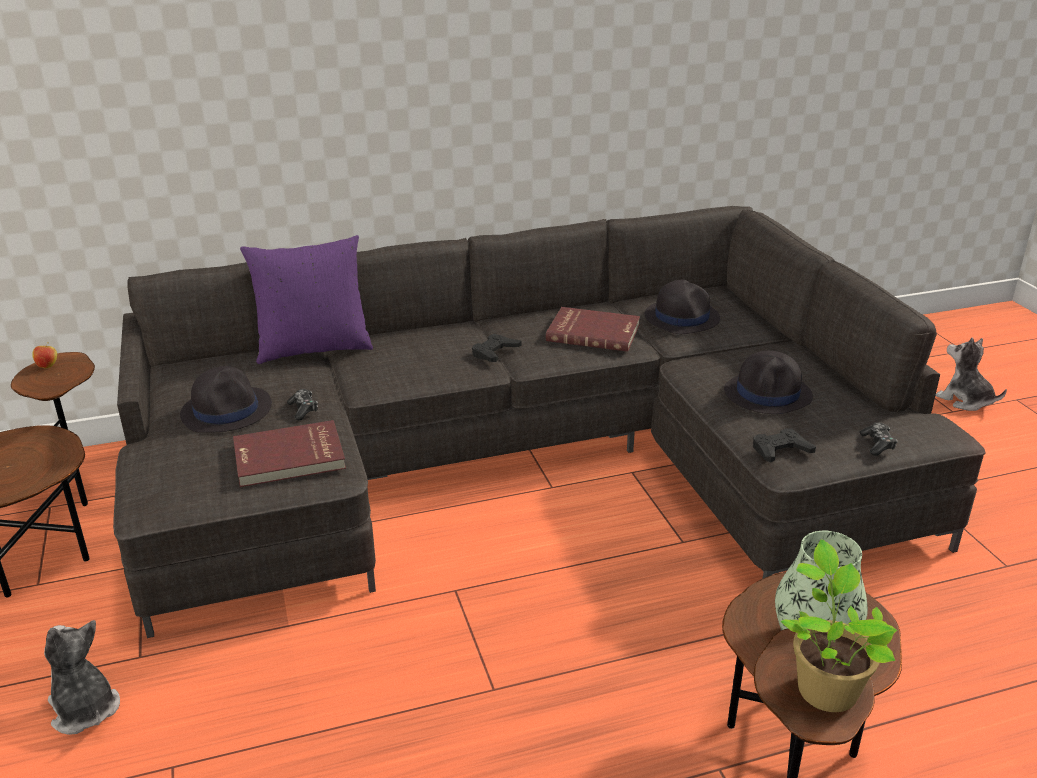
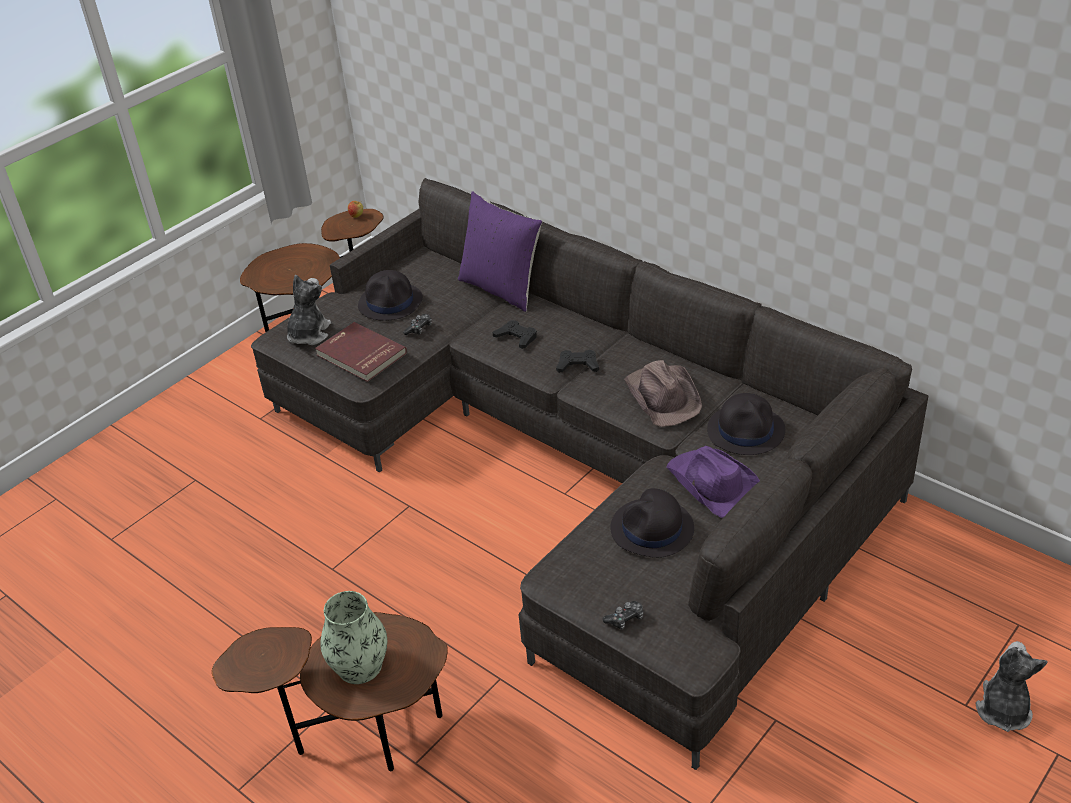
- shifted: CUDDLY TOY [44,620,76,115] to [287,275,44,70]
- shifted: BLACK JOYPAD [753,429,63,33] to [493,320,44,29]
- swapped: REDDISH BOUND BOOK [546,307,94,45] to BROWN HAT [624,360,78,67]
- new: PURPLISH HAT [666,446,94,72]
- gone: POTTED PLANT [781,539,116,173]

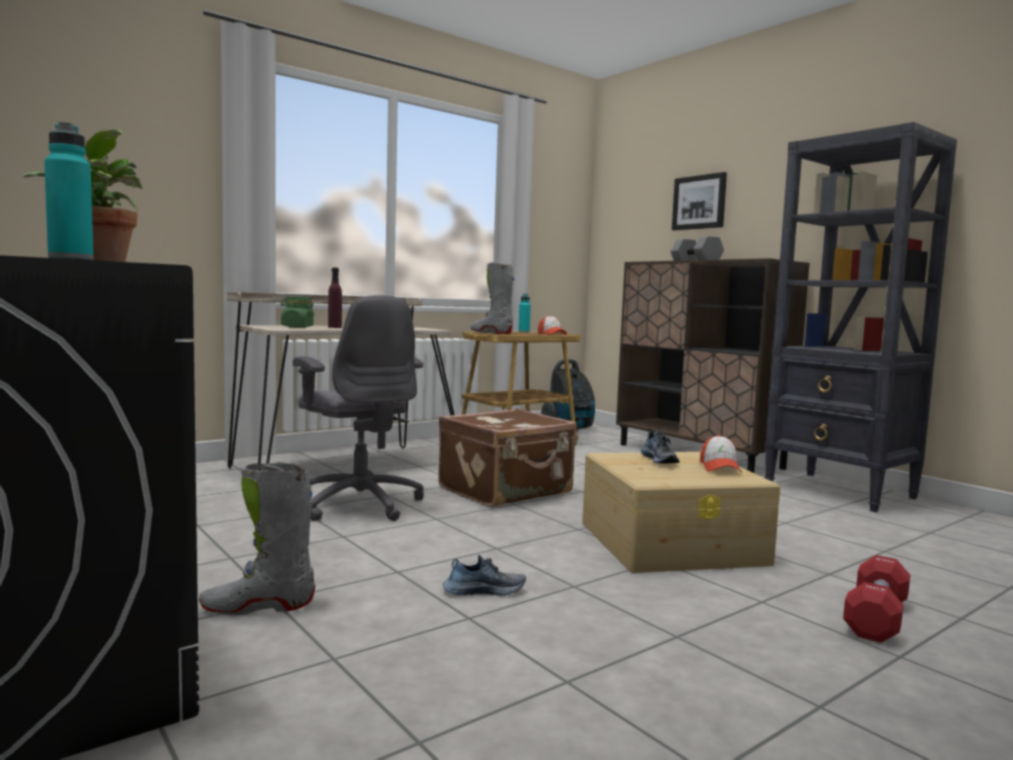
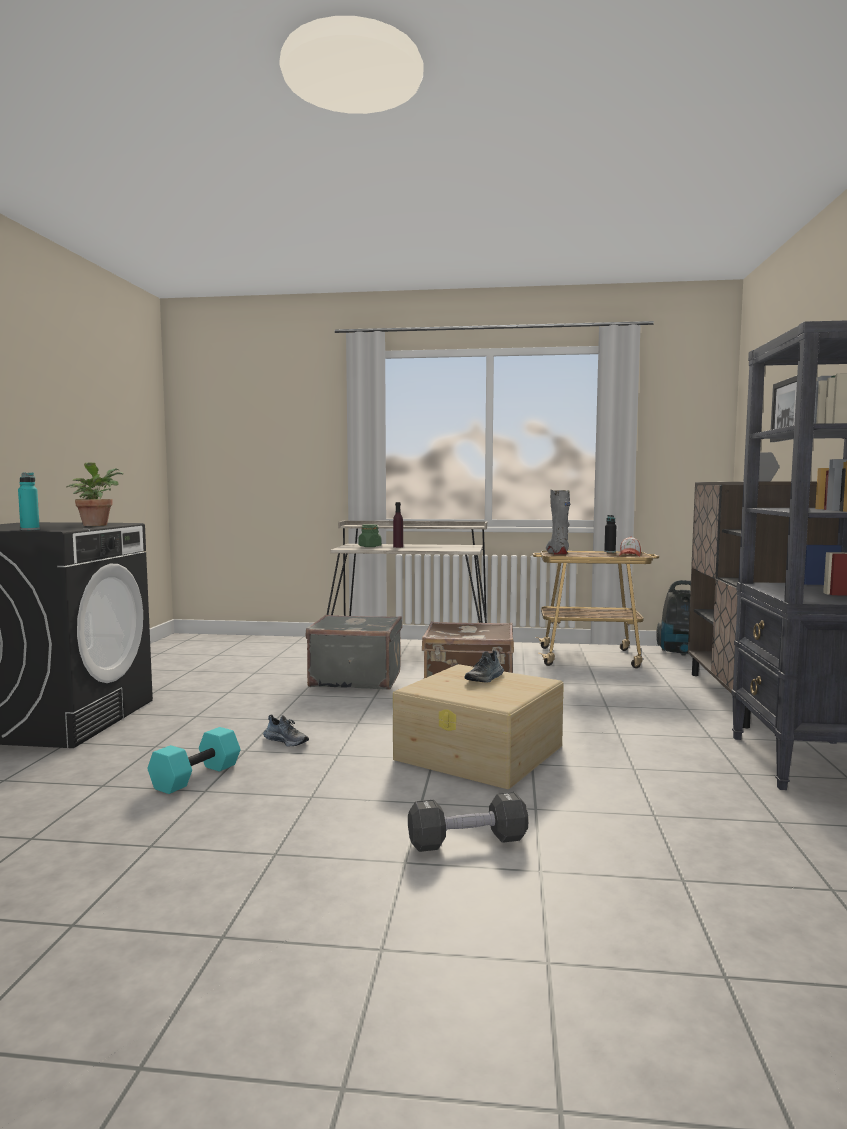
- new: BLUE-GREEN FREE WEIGHT [147,727,94,67]
- swapped: GREY COMPUTER CHAIR [293,295,131,226] to GREY PIECE OF LUGGAGE [305,615,97,75]
- repainted: REDDISH FREE WEIGHT [843,555,67,88] to BLACK FREE WEIGHT [408,792,121,60]
- repainted: BLUE-GREEN DRINK BOTTLE [518,293,13,39] to BLACK DRINK BOTTLE [604,515,12,38]
- gone: GREY TALL BOOT [199,462,116,153]
- gone: PEAKED CAP [700,435,42,38]

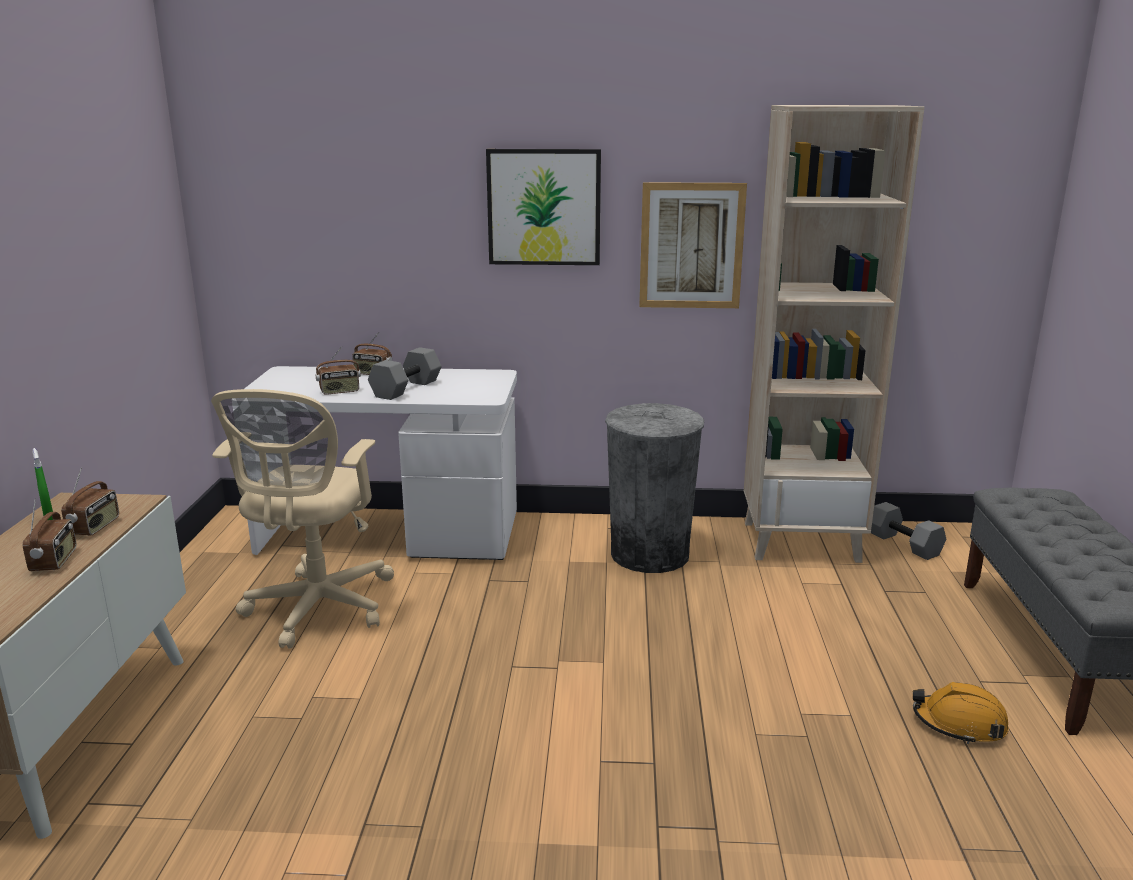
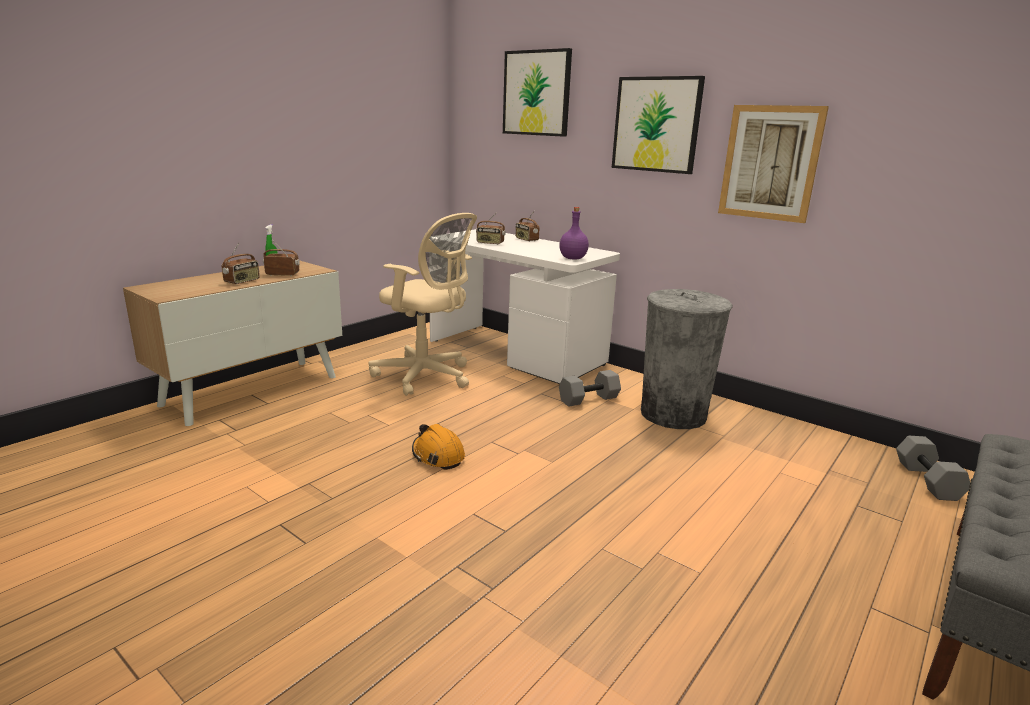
- rotated: RADIO [61,468,58,68] = [263,240,37,36] 135 degrees counterclockwise
- rotated: BEIGE-COLOURED COMPUTER CHAIR [211,389,183,260] = [369,213,108,183] 105 degrees counterclockwise
- shifted: ORANGE HARD HAT [913,682,96,62] to [412,424,53,46]
- new: WALL ART [503,48,69,89]
- new: PURPLISH DRINK BOTTLE [559,207,30,53]
- shifted: GREY FREE WEIGHT [368,347,73,53] to [559,370,62,37]
- gone: BEIGE-COLOURED BOOKCASE [744,105,181,458]

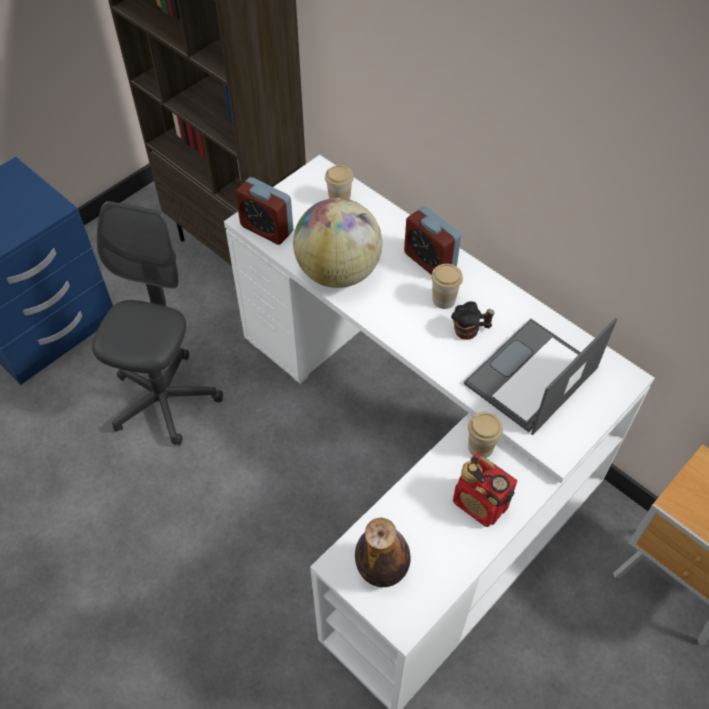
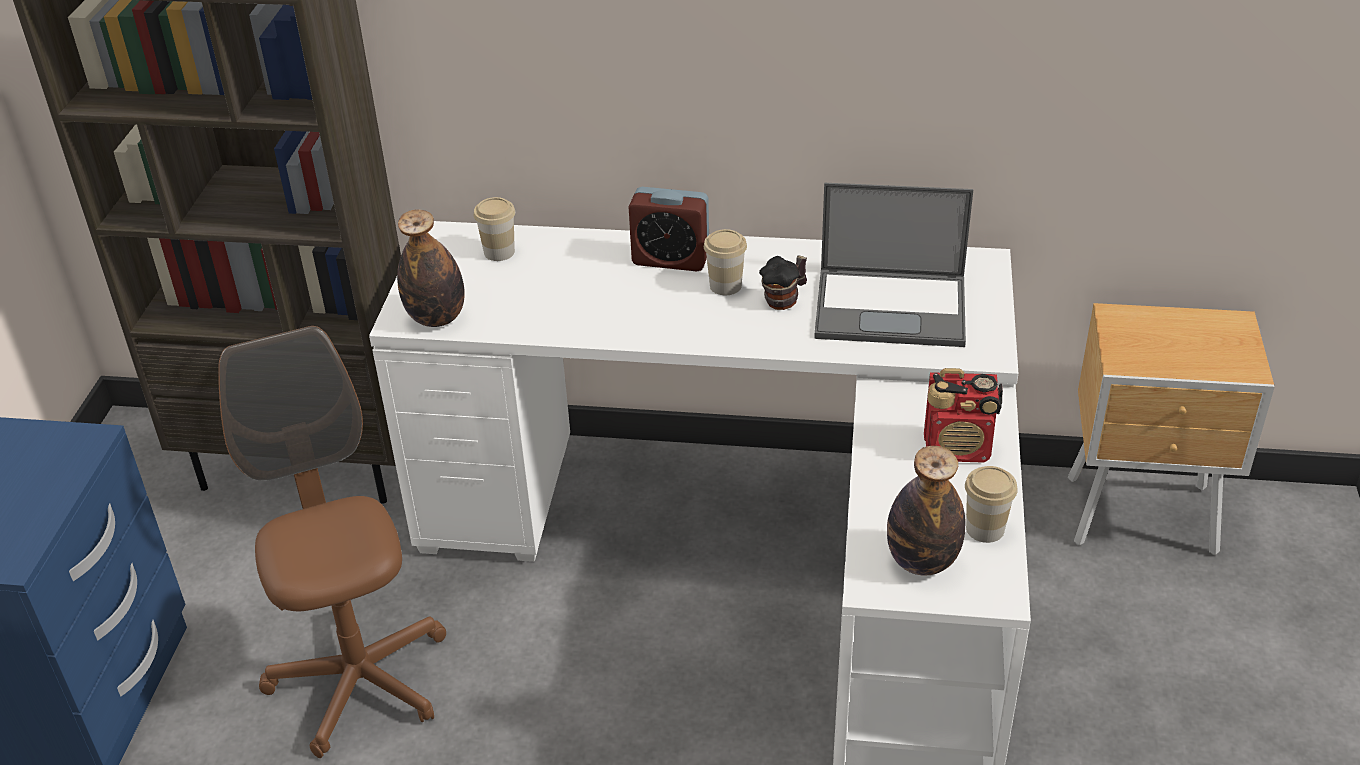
- repainted: GREY COMPUTER CHAIR [92,201,131,244] to BROWN COMPUTER CHAIR [219,326,227,432]
- swapped: TABLE CLOCK [235,177,58,68] to DRINK BOTTLE [397,209,68,118]
- rotated: PORTABLE COMPUTER [464,318,153,117] = [814,183,159,164] 90 degrees counterclockwise
- shifted: CUP [468,412,35,46] to [965,466,53,77]
- gone: GLOBE [293,198,89,90]

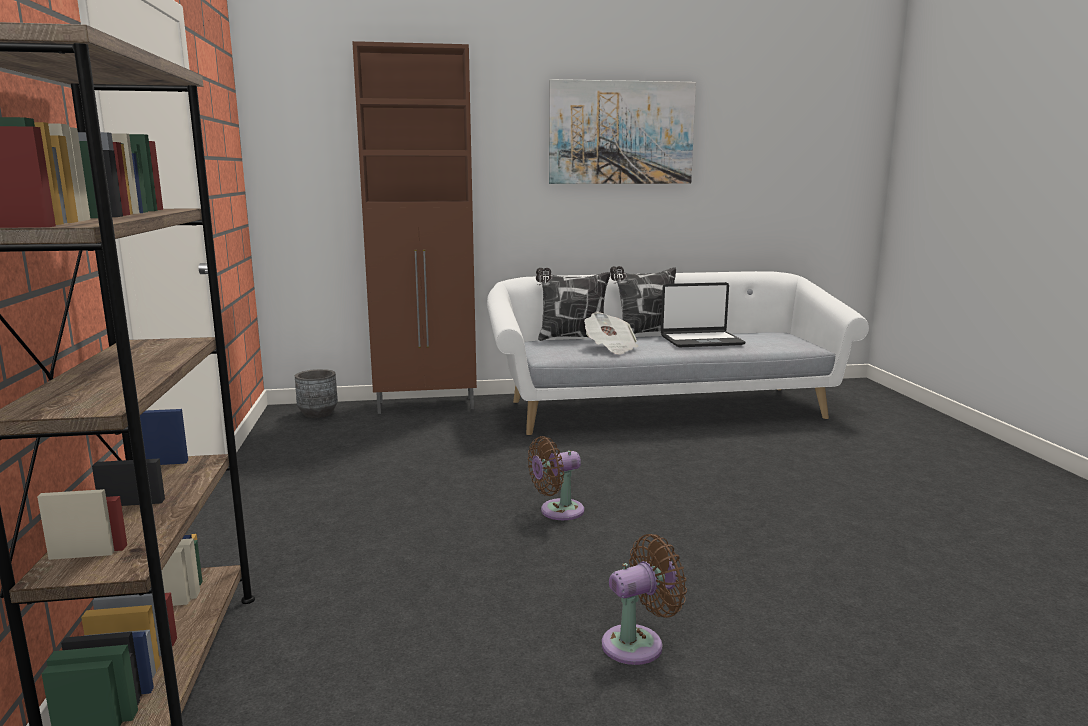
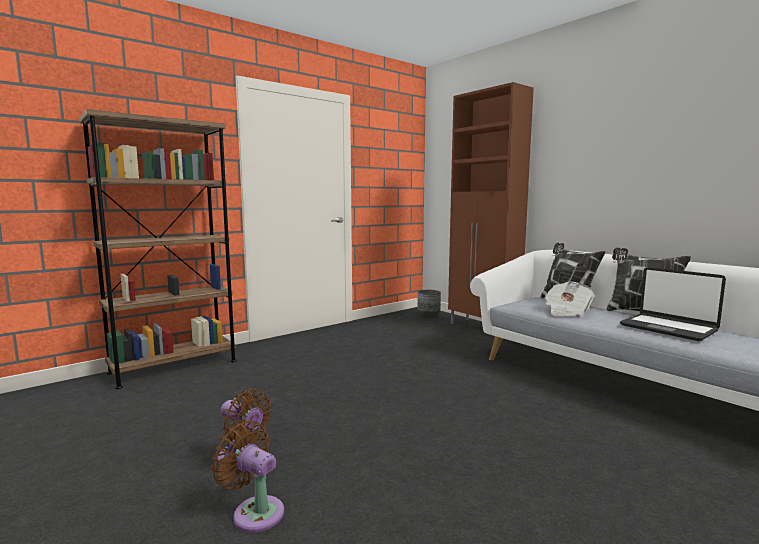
- shifted: BROWN COOLING FAN [528,436,56,84] to [211,421,73,112]
- gone: WALL ART [549,79,147,105]

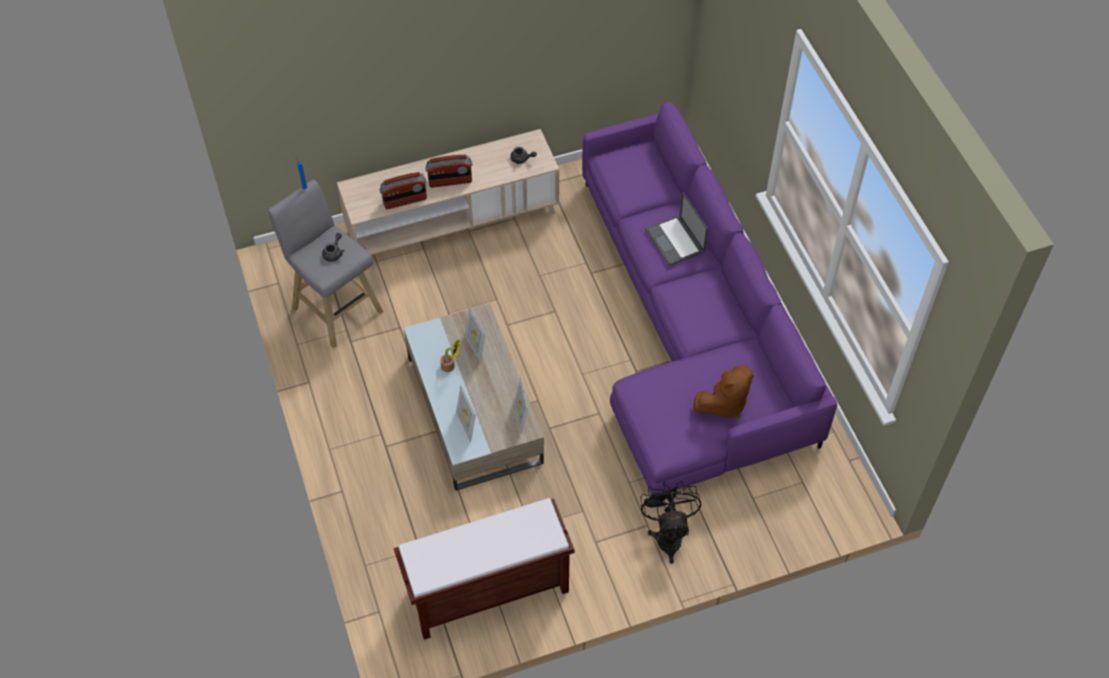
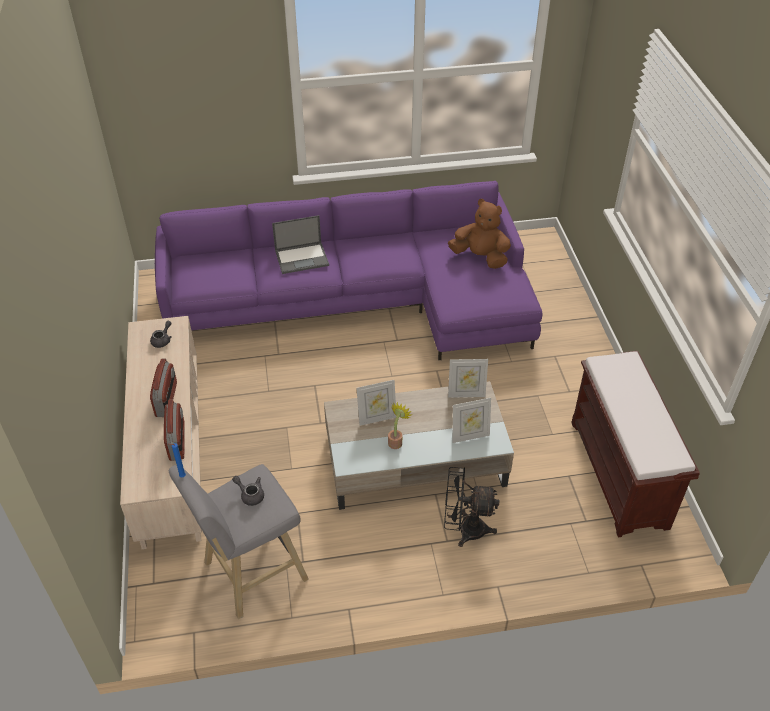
- shifted: BLACK COOLING FAN [640,481,61,83] to [444,467,55,80]
- rotated: BROWN CUDDLY TOY [693,365,61,54] = [448,199,63,70] 45 degrees counterclockwise

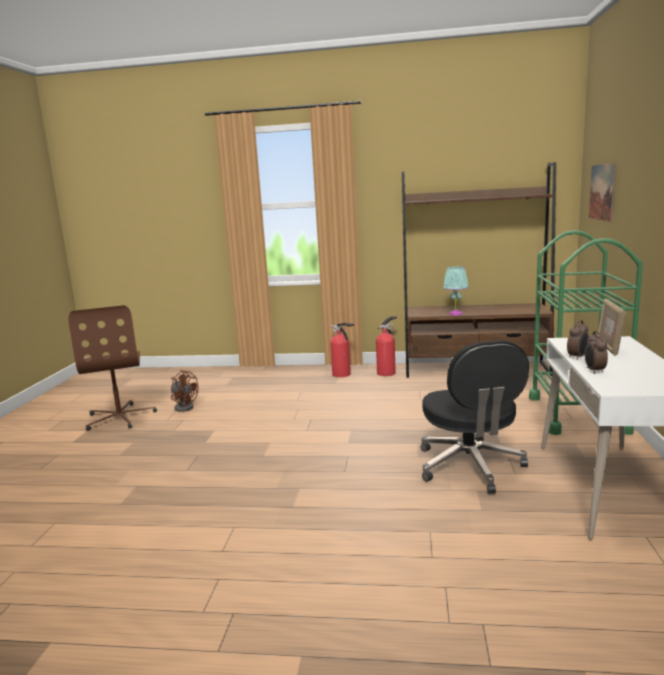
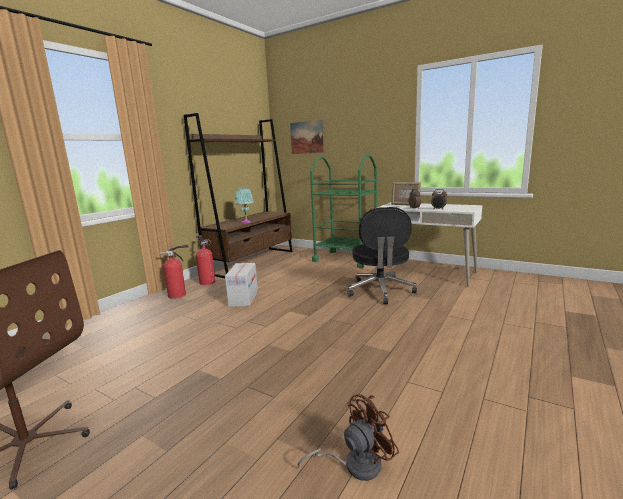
- new: PACKING BOX [225,263,33,44]
- shifted: BROWN COOLING FAN [171,370,27,42] to [298,394,102,87]
- rotated: BLACK COMPUTER CHAIR [421,340,108,154] = [347,207,70,97] 75 degrees clockwise

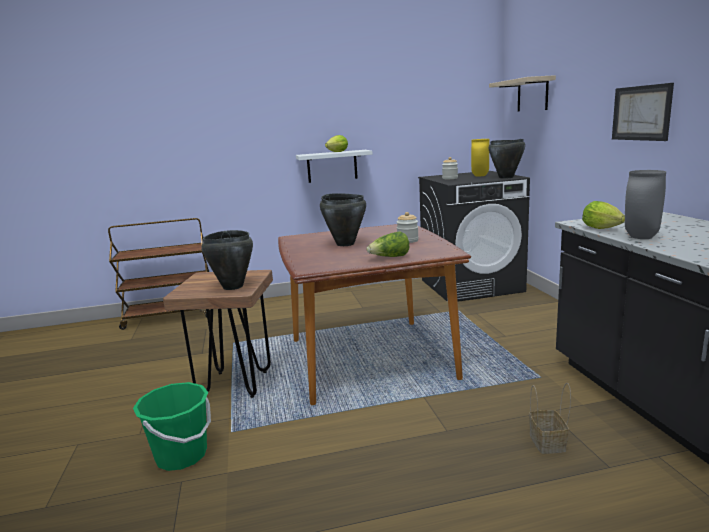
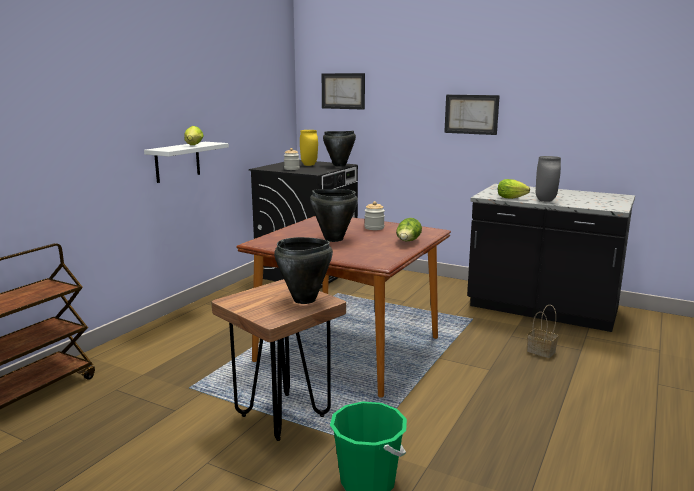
- swapped: BEIGE-COLOURED SHELF [489,75,67,37] to WALL ART [322,73,43,37]

